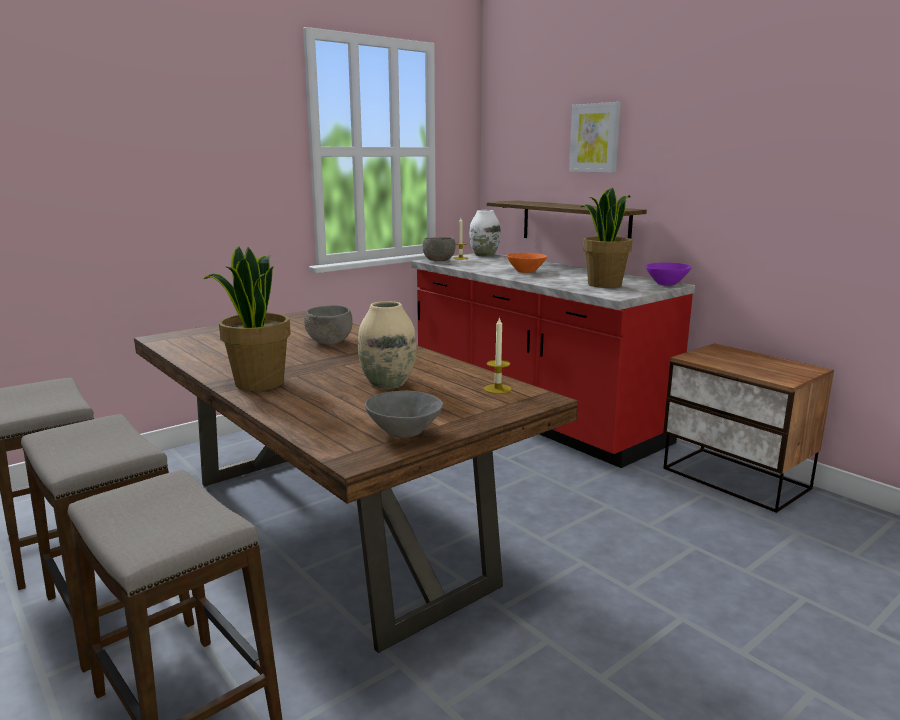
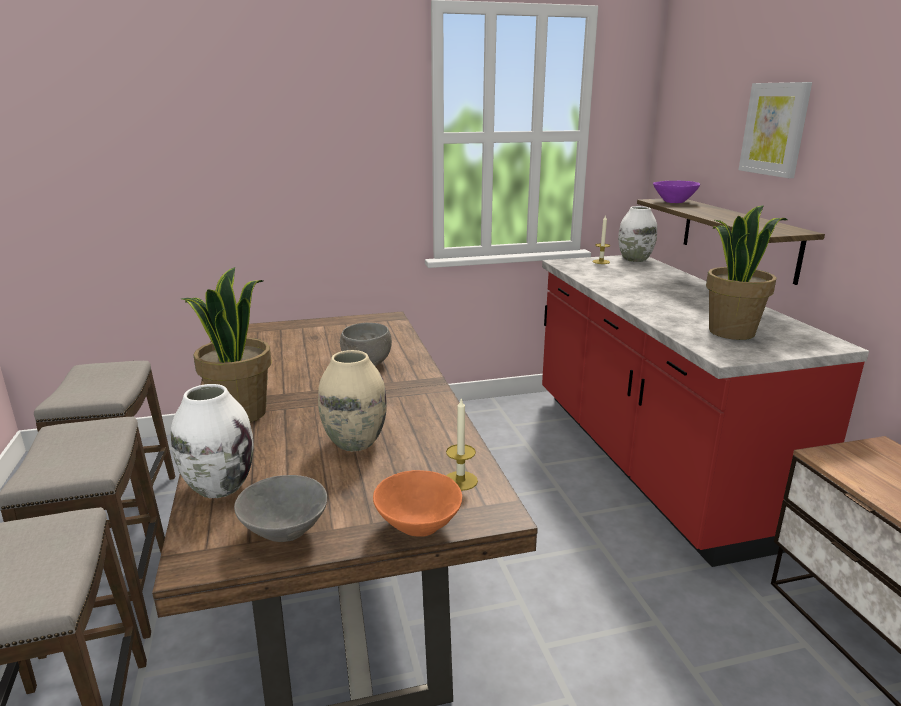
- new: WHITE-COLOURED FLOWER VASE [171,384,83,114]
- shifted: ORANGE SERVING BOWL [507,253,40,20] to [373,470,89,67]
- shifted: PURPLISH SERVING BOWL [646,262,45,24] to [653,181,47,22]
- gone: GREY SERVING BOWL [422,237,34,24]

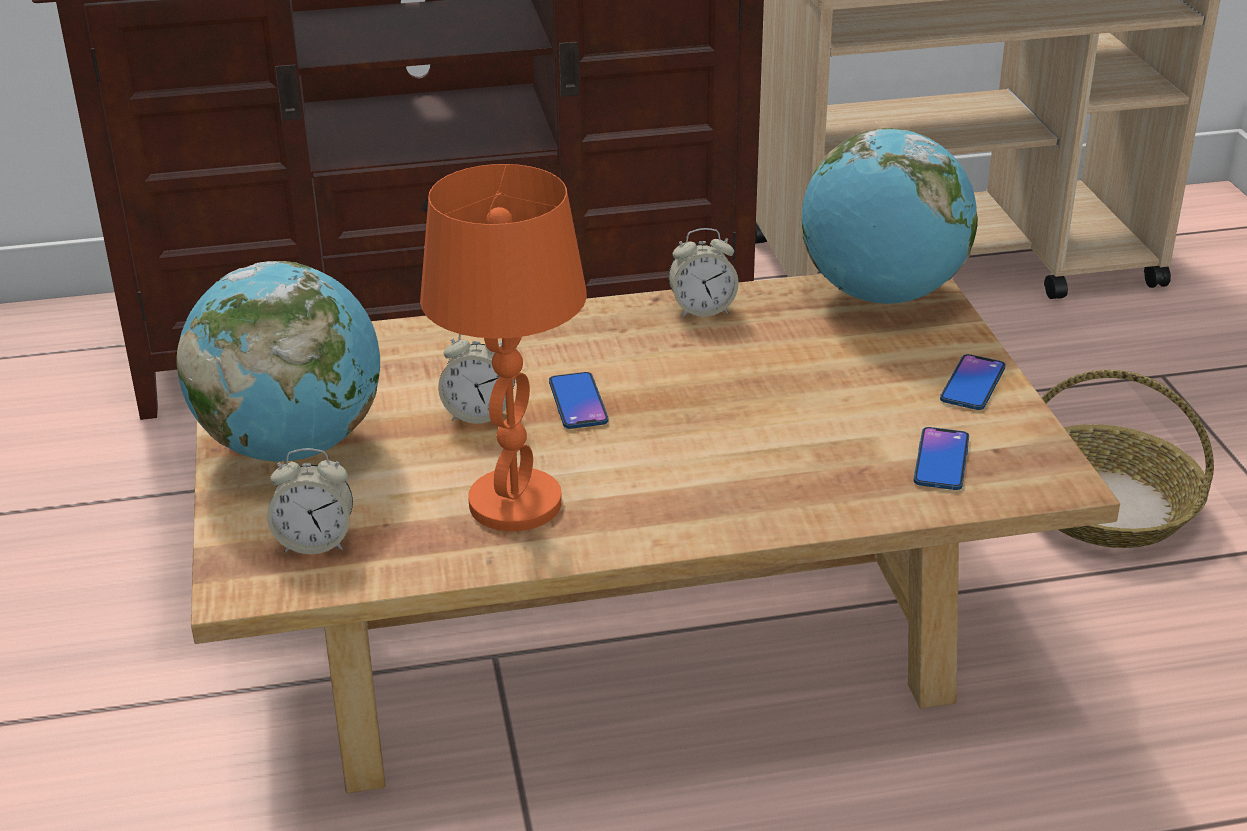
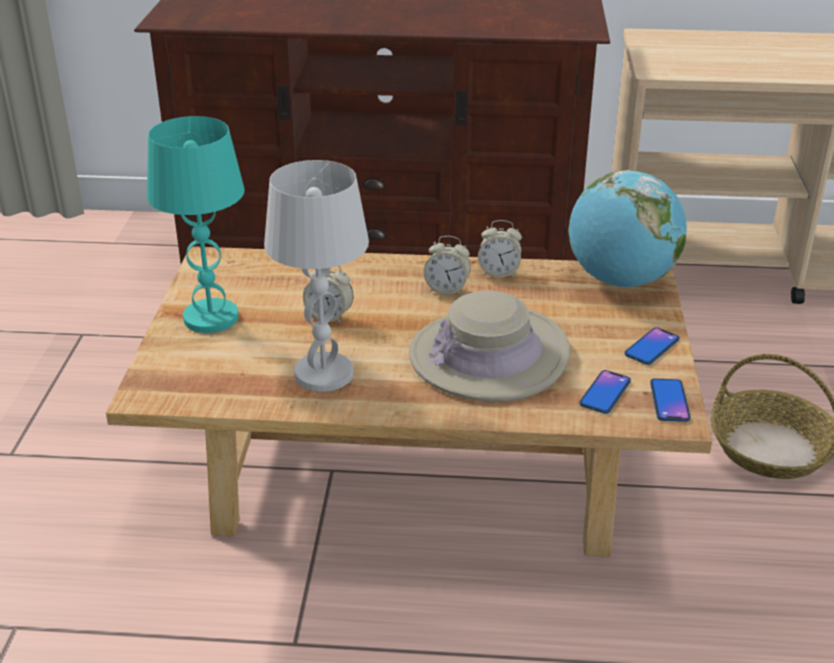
- swapped: GLOBE [176,261,204,201] to BLUE-GREEN TABLE LAMP [147,116,98,217]
- repainted: ORANGE TABLE LAMP [420,164,167,367] to WHITE-COLOURED TABLE LAMP [264,160,105,232]
- new: BEIGE-COLOURED HAT [409,290,161,112]
- shifted: TABLE CLOCK [267,448,86,106] to [424,236,47,59]
- shifted: PHONE [549,372,59,57] to [650,379,40,43]

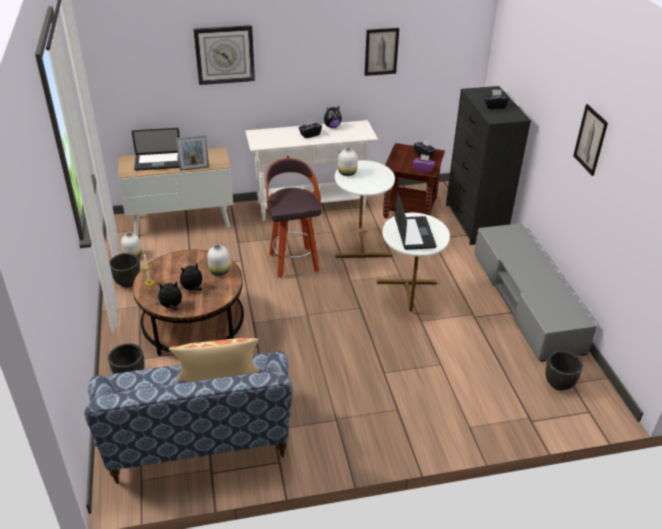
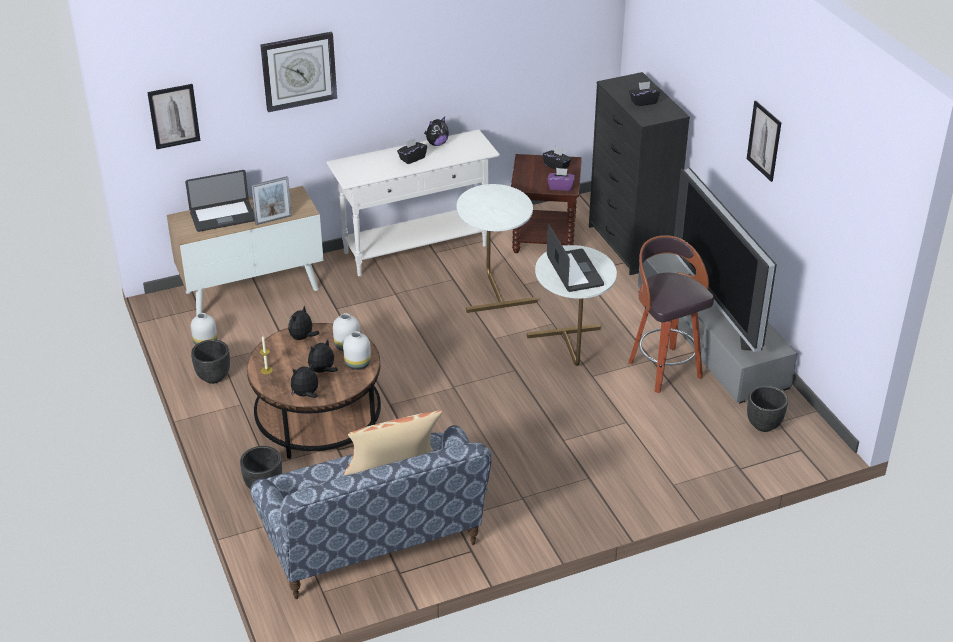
- shifted: WALL ART [365,28,34,48] to [147,84,53,65]
- new: CUDDLY TOY [288,306,31,34]
- shifted: WHITE-COLOURED FLOWER VASE [338,147,20,29] to [343,331,28,39]
- shifted: STOOL [265,158,57,120] to [628,235,86,158]
- new: TV [674,167,103,185]

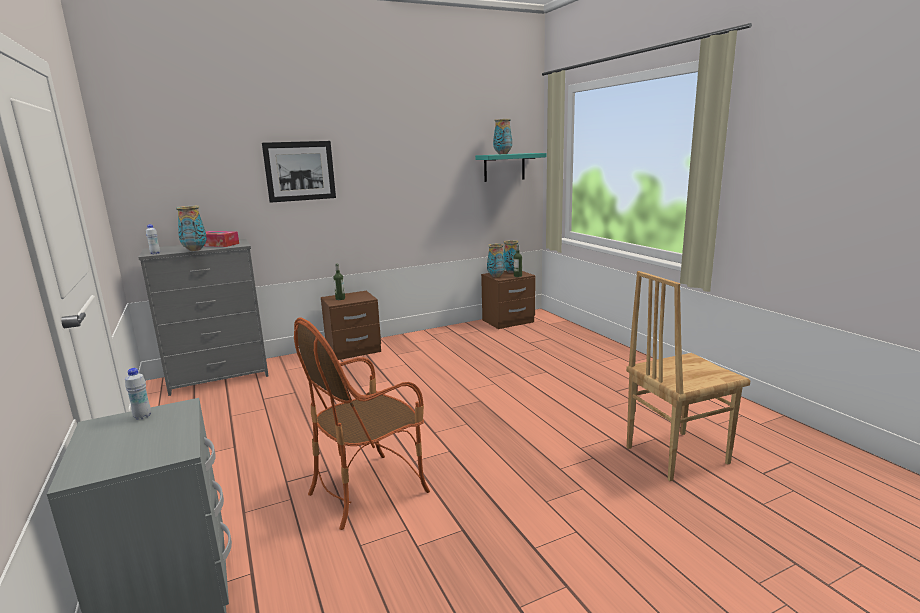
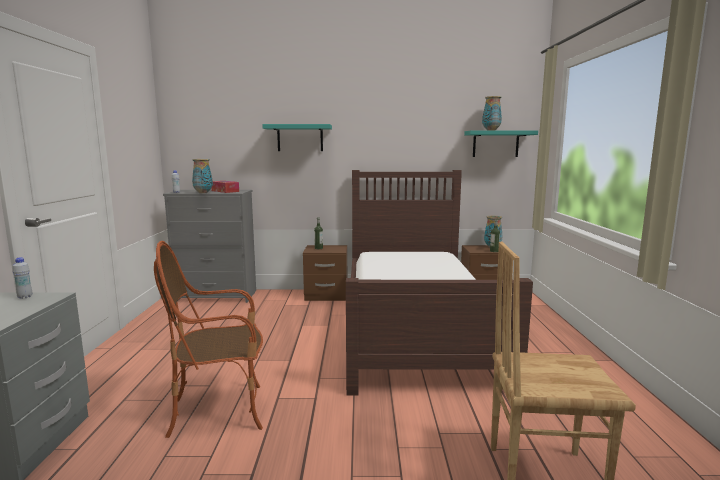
- swapped: WALL ART [262,141,74,62] to BLUE-GREEN SHELF [262,124,70,27]
- new: BROWN SLEEPING BED [346,170,187,225]
- gone: FLOWER VASE [487,244,18,33]

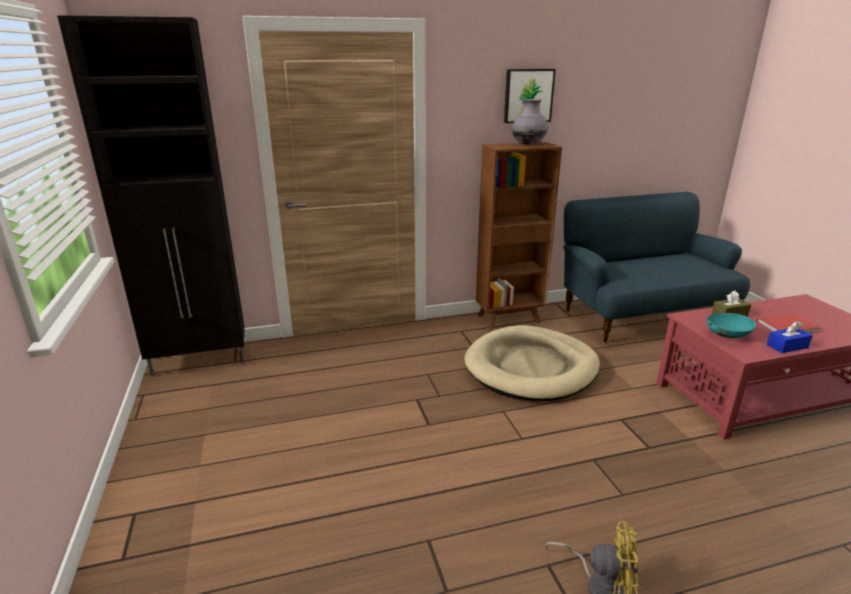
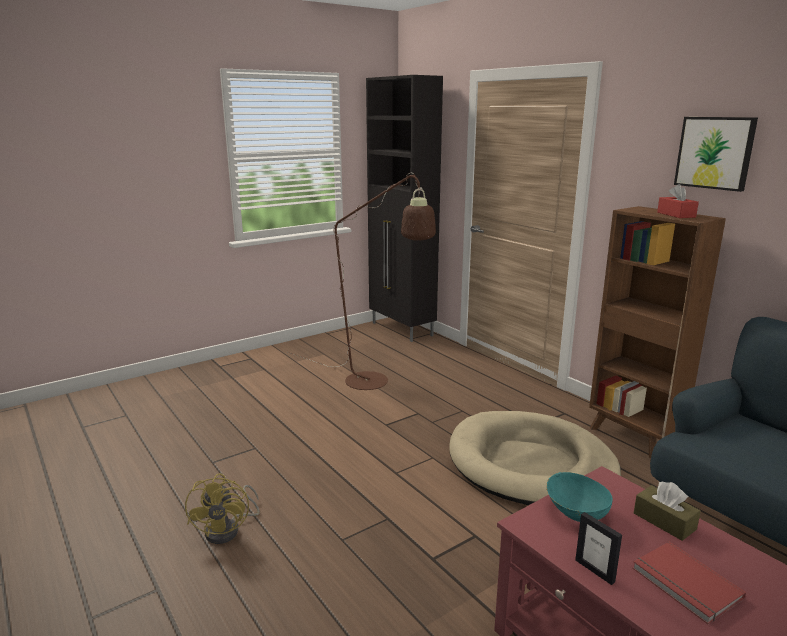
- new: BROWN STANDING LAMP [288,173,148,217]
- swapped: BLUE-COLOURED TISSUE HOLDER [767,321,46,32] to STANDING FRAME [575,512,47,73]
- swapped: GREY FLOWER VASE [512,99,36,46] to REDDISH TISSUE HOLDER [657,184,42,34]

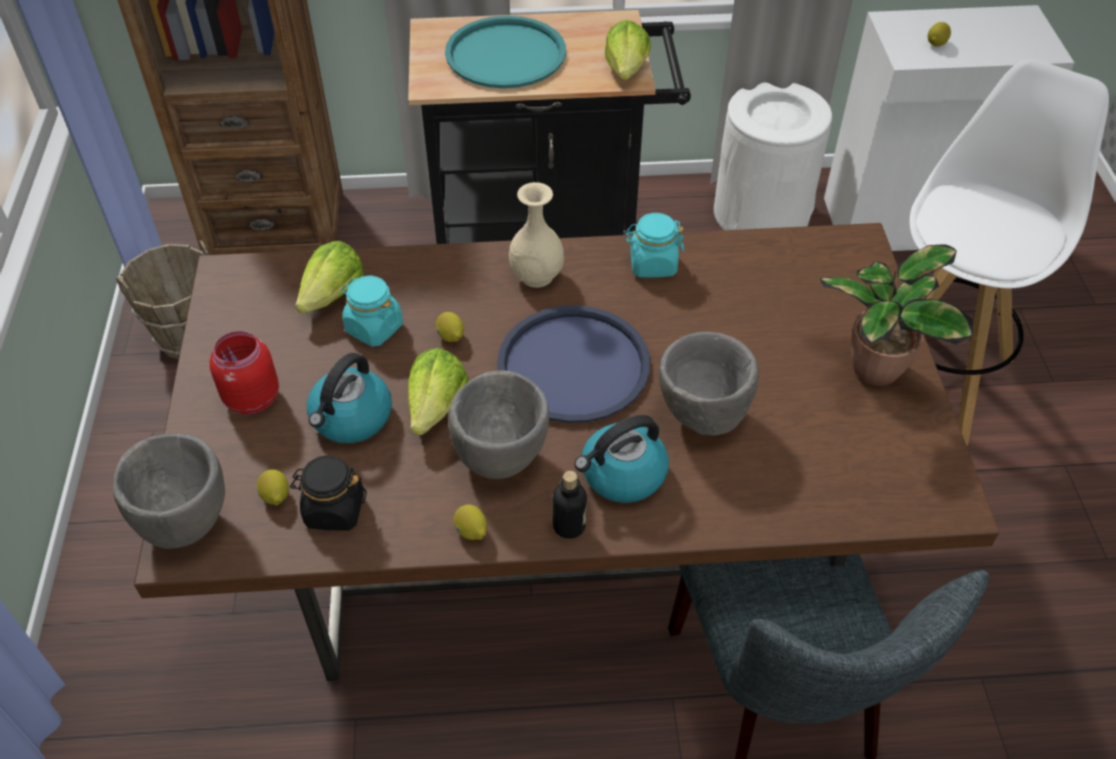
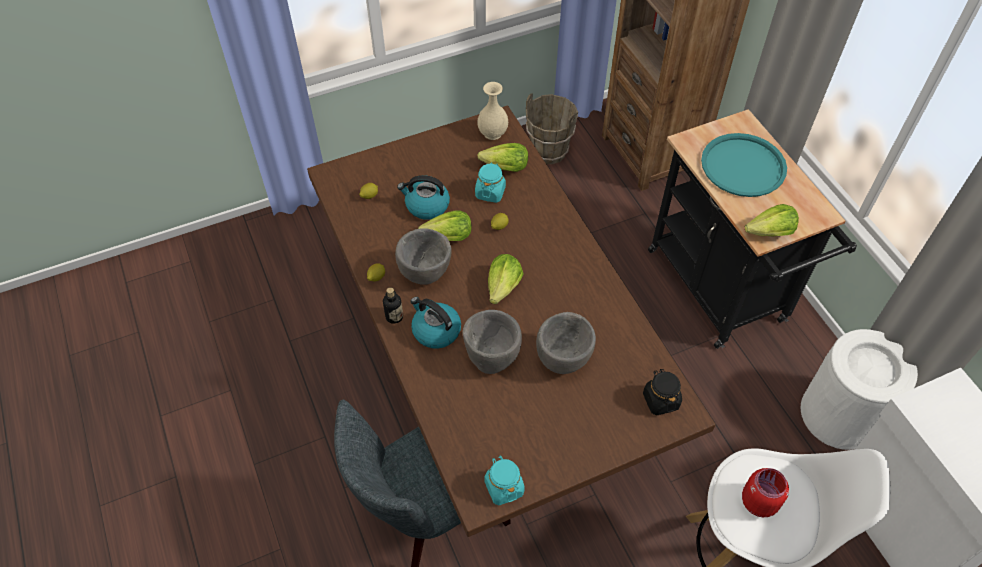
- shifted: BEIGE-COLOURED FLOWER VASE [509,182,55,106] to [477,82,31,58]
- shifted: BLUE-GREEN STORAGE JAR [625,213,59,64] to [484,456,41,49]
- swapped: BLUE-COLOURED SERVING TRAY [497,305,153,118] to LETTUCE [488,254,36,50]
- shifted: GREY SERVING BOWL [113,434,112,115] to [536,312,60,62]
- shifted: BLACK STORAGE JAR [290,455,77,76] to [643,369,39,46]
- shifted: REDDISH STORAGE JAR [209,331,70,83] to [742,468,47,49]
- gone: POTTED PLANT [820,244,153,142]
- gone: LEMON [928,22,23,25]

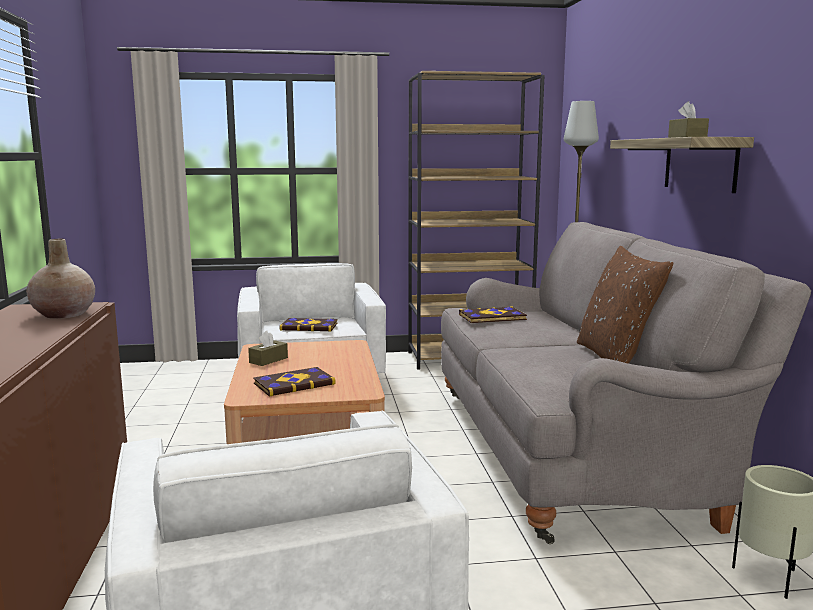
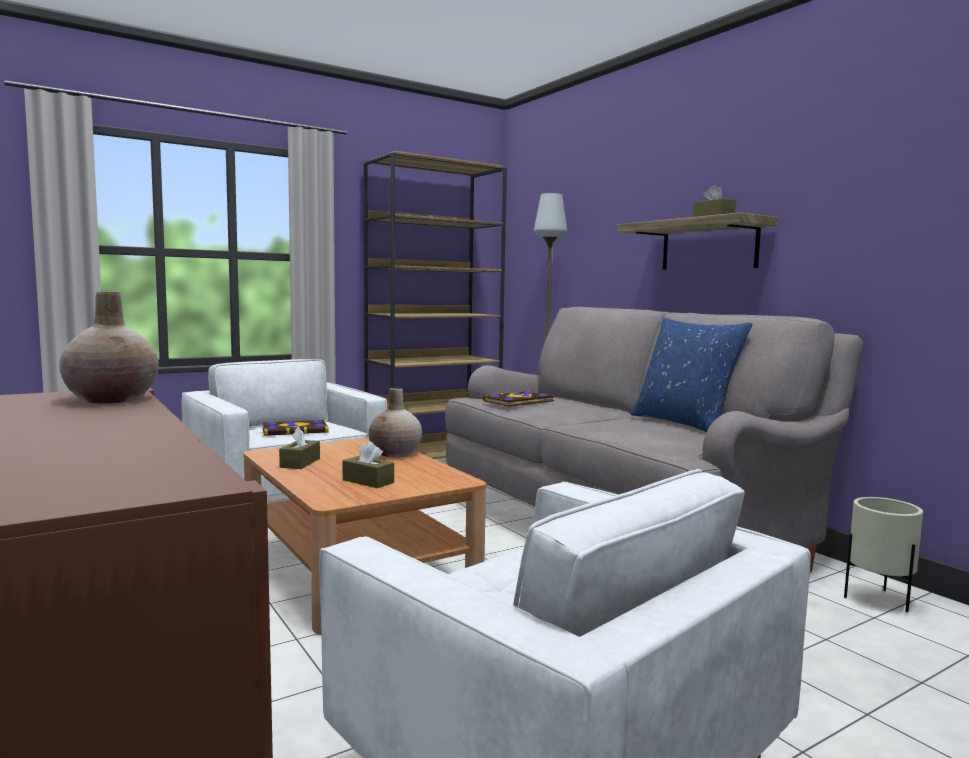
- swapped: BOUND BOOK [254,367,82,30] to BROWN TISSUE HOLDER [343,441,51,47]
- new: BEIGE-COLOURED FLOWER VASE [369,388,53,69]
- repainted: BROWN THROW PILLOW [577,246,96,118] to BLUE-COLOURED THROW PILLOW [631,318,122,114]

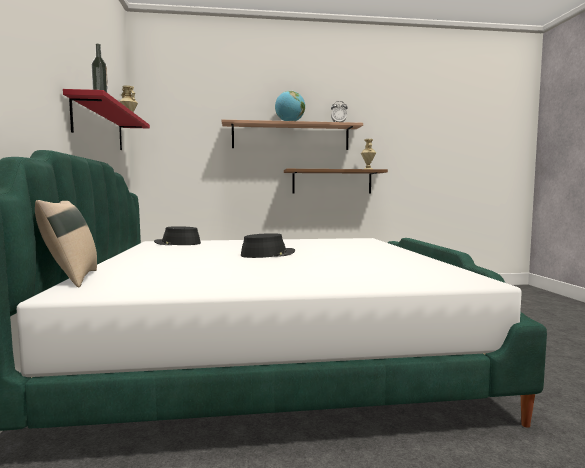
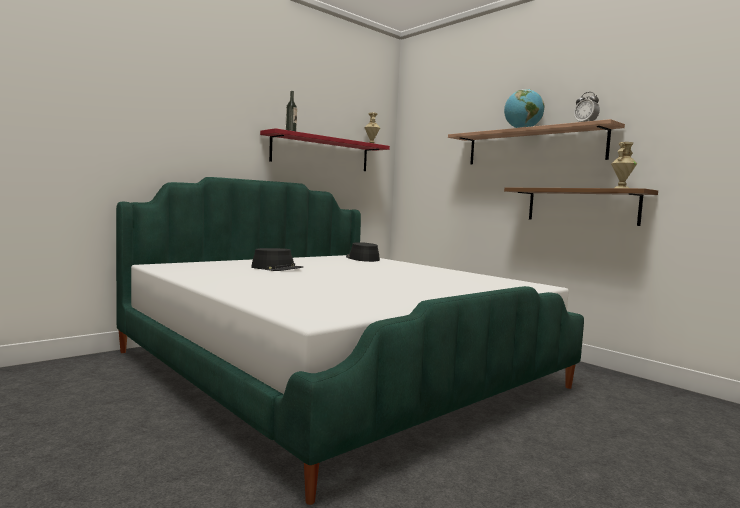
- shifted: BLACK HAT [241,233,54,25] to [251,248,52,23]
- gone: BEIGE-COLOURED THROW PILLOW [35,200,62,87]

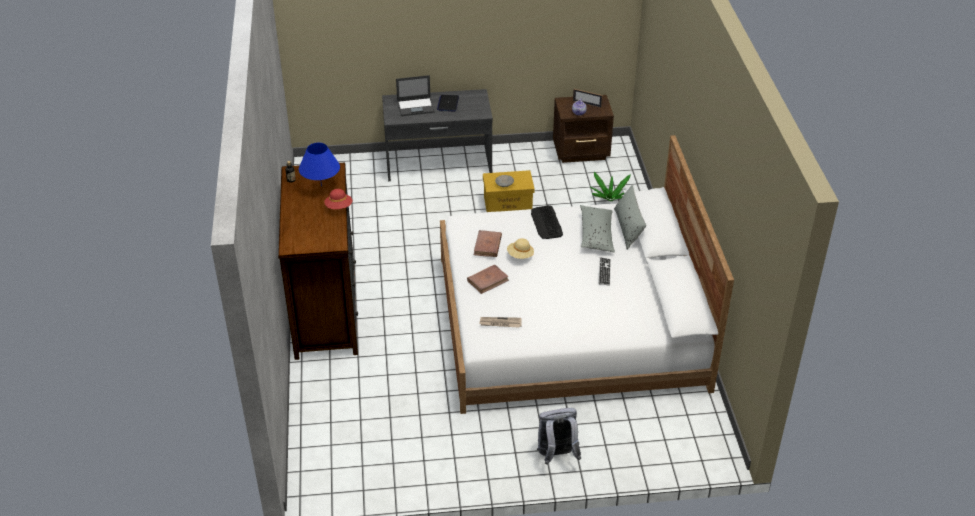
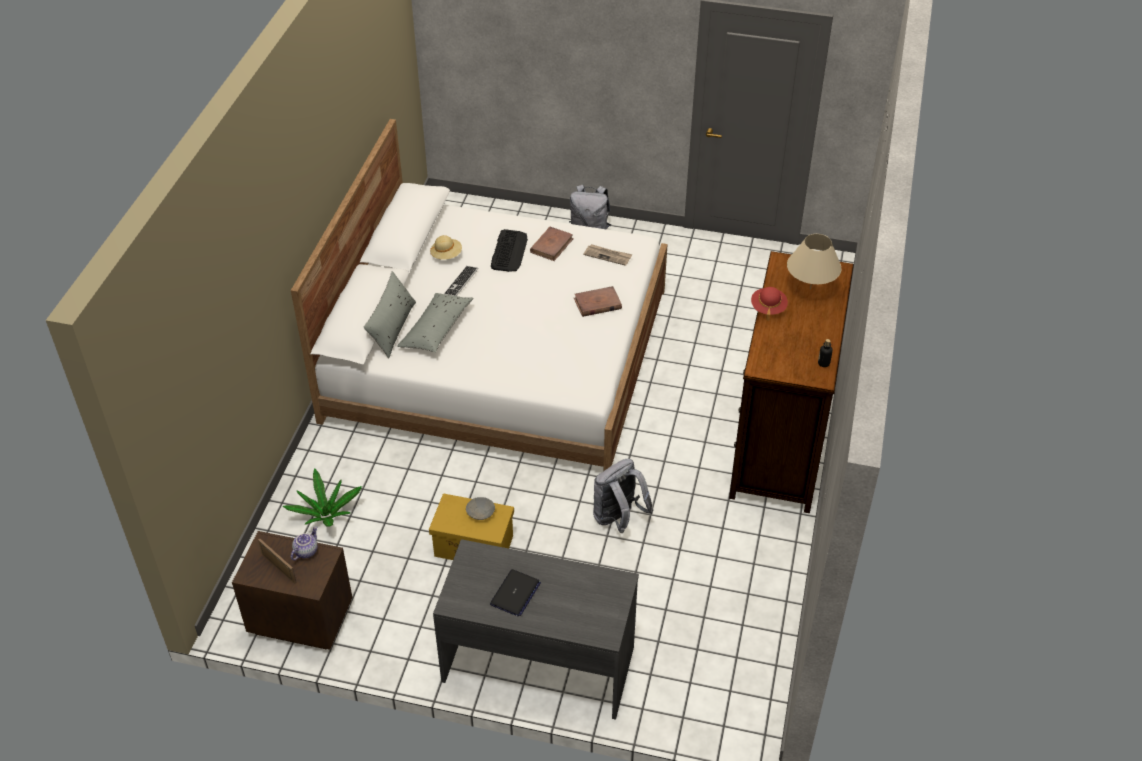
- shifted: BEIGE-COLOURED HAT [507,238,27,21] to [430,235,32,25]
- shifted: COMPUTER KEYBOARD [531,205,32,34] to [491,229,37,43]
- shifted: BROWN BOUND BOOK [474,230,28,27] to [530,227,44,34]
- new: GREY BACKPACK [593,459,61,74]
- new: BEIGE-COLOURED TABLE LAMP [787,234,55,55]
- gone: BLUE-COLOURED TABLE LAMP [299,143,41,43]
- gone: PORTABLE COMPUTER [396,75,39,41]

